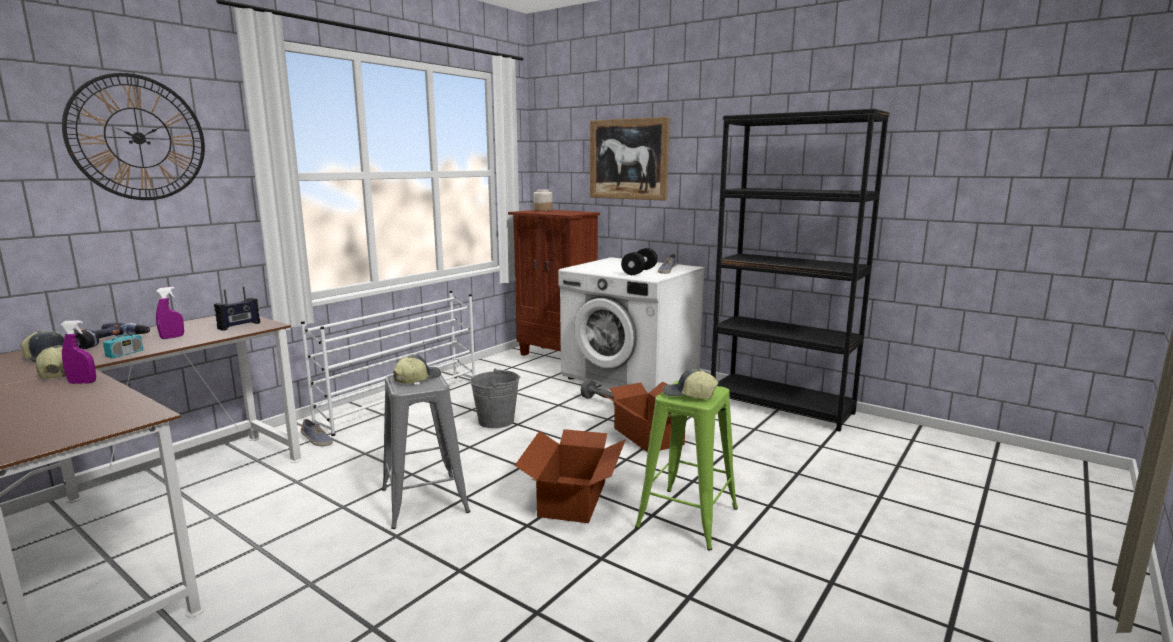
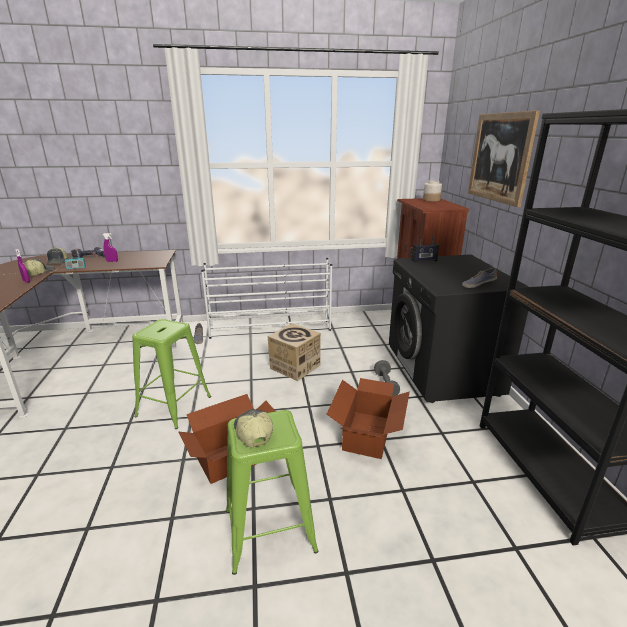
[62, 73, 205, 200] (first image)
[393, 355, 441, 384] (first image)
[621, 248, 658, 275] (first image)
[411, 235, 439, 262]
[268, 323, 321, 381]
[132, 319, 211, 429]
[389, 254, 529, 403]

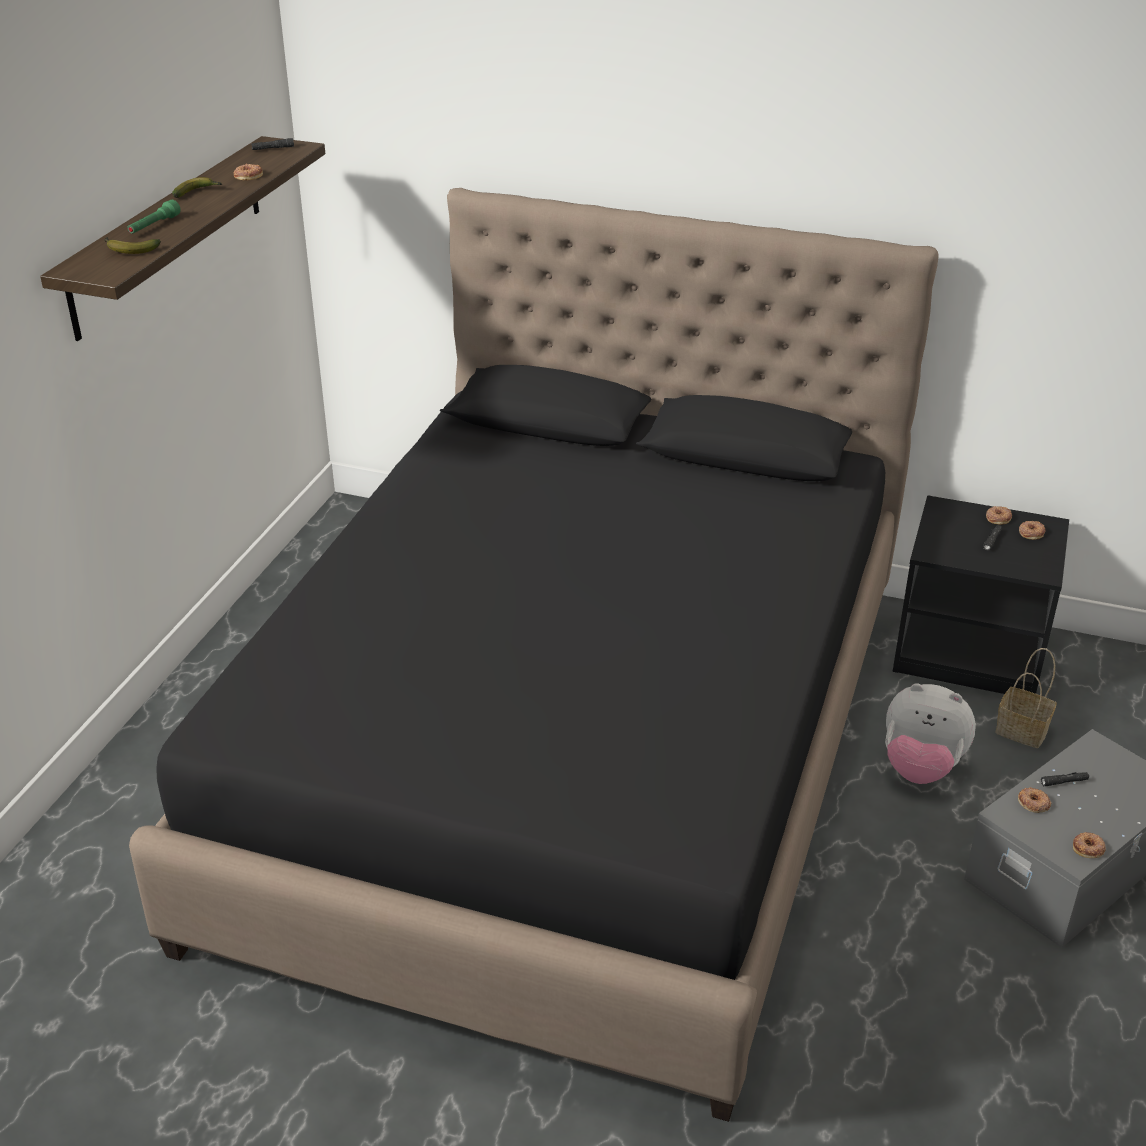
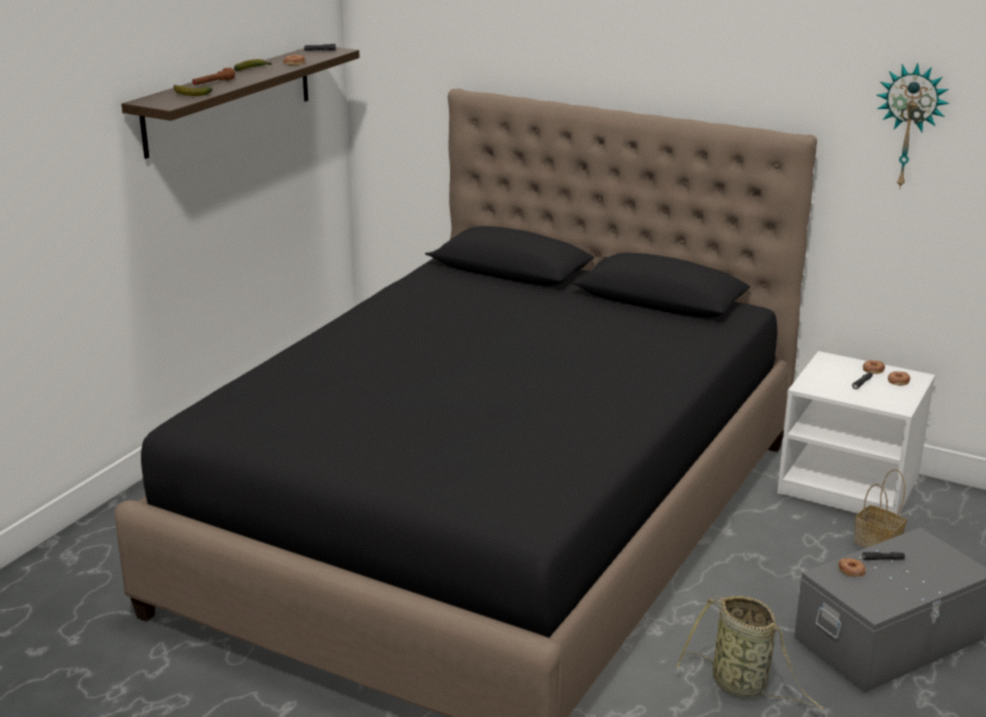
[885, 683, 976, 784] (first image)
[1073, 832, 1106, 858] (first image)
[677, 596, 824, 710]
[877, 63, 949, 190]
[192, 67, 235, 85]
[777, 351, 935, 515]

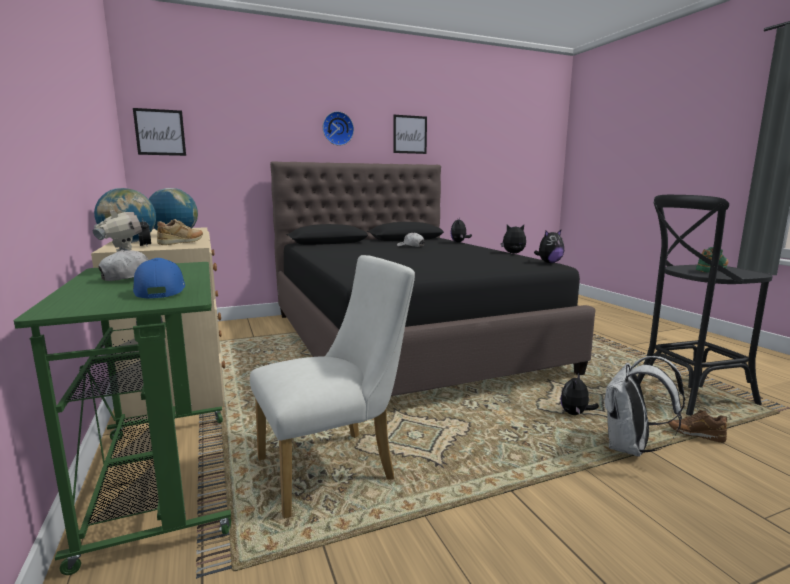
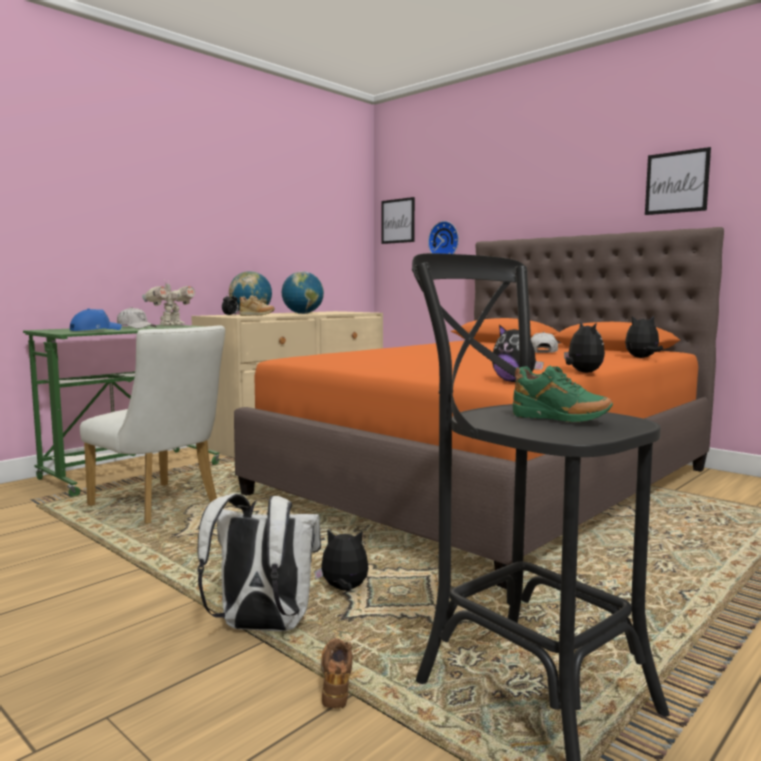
[428, 221, 459, 254]
[234, 227, 724, 589]

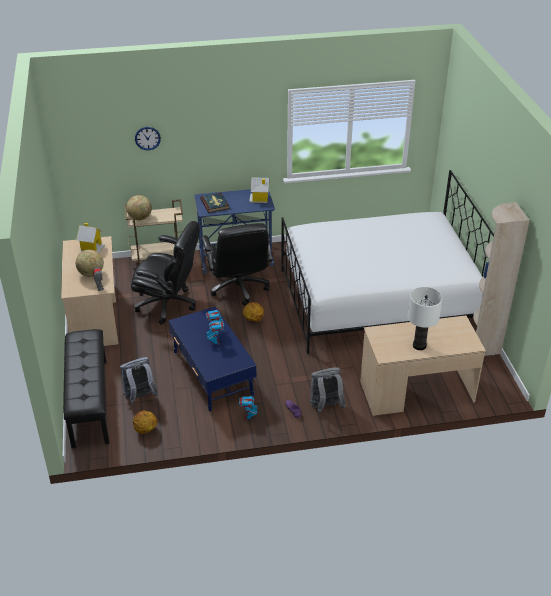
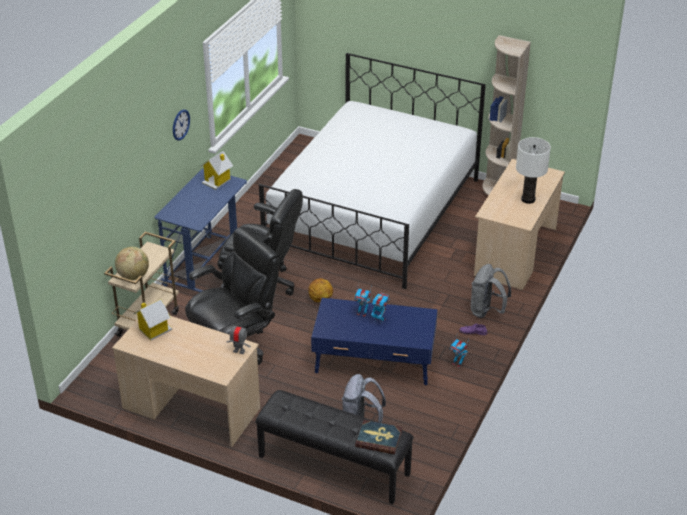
[76, 250, 104, 277] (first image)
[133, 410, 157, 434] (first image)
[173, 109, 190, 141]
[355, 420, 402, 454]

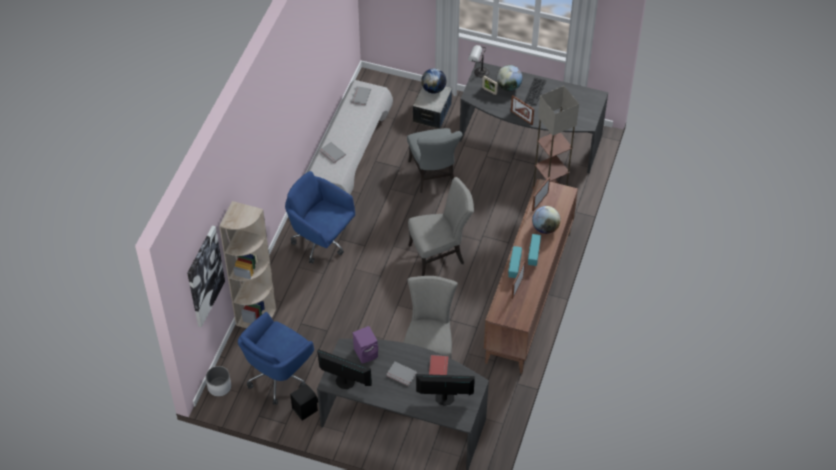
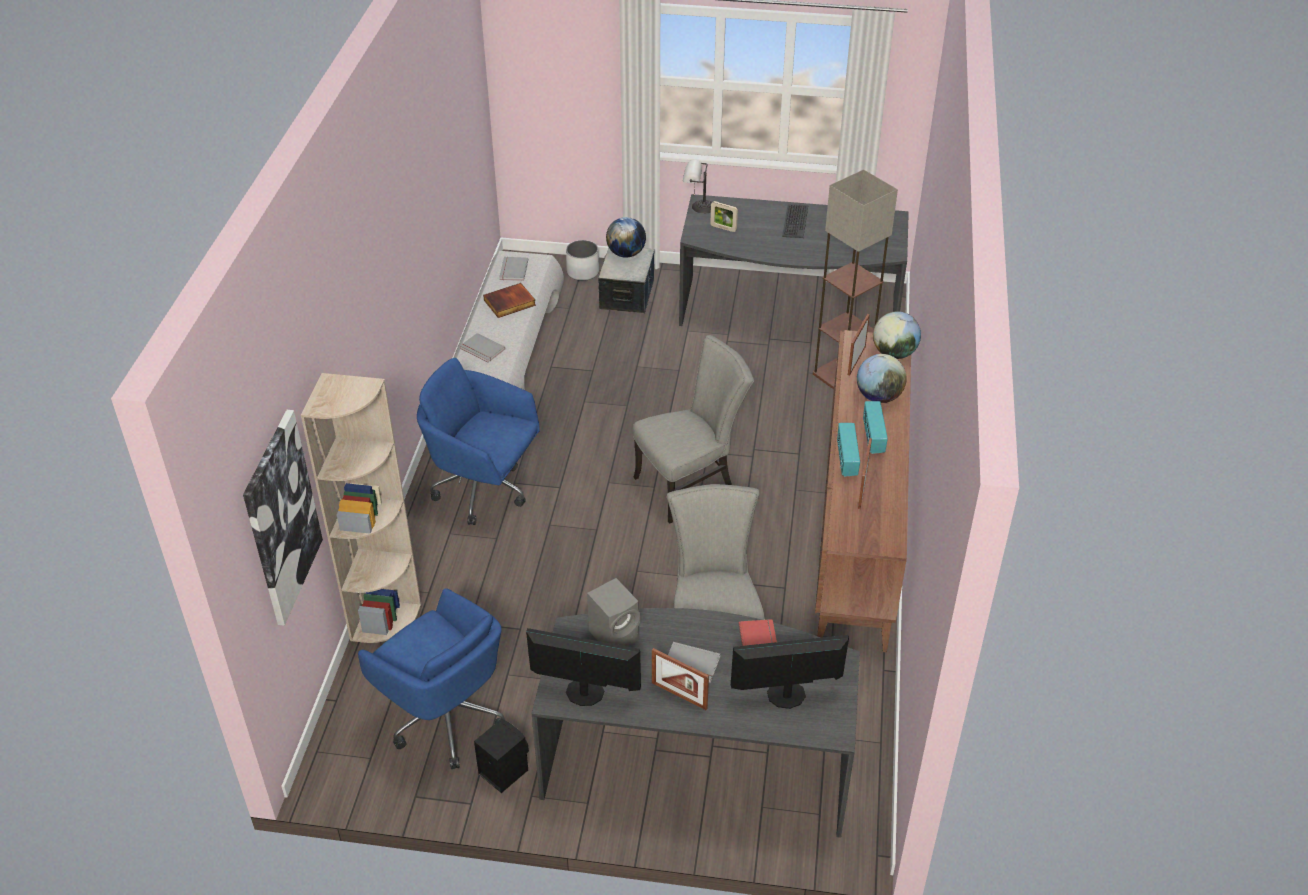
[407, 128, 463, 193] (first image)
[483, 283, 536, 318]
[566, 240, 599, 281]
[873, 311, 921, 359]
[652, 648, 709, 710]
[587, 578, 640, 647]
[358, 588, 505, 769]

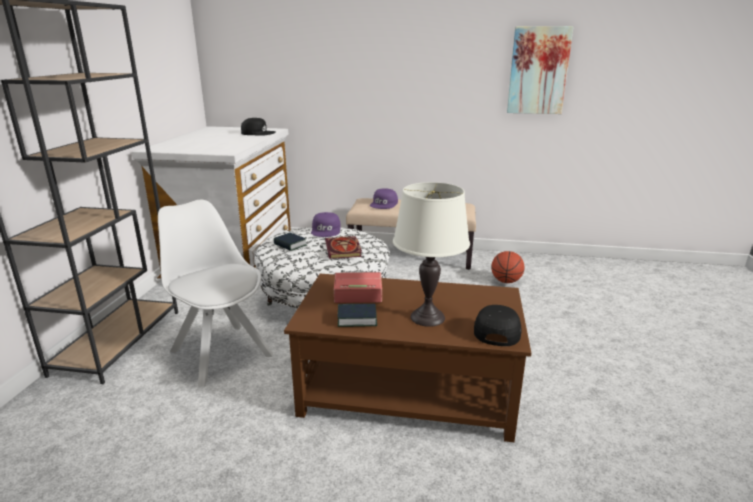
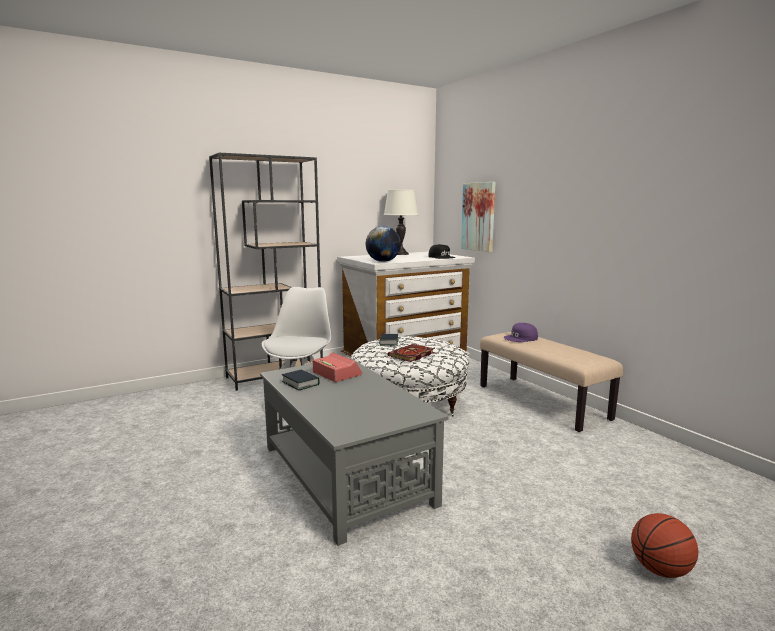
[311, 212, 341, 237] (first image)
[474, 305, 522, 346] (first image)
[366, 226, 401, 262]
[384, 190, 418, 255]
[631, 513, 698, 578]
[461, 182, 496, 252]
[260, 357, 449, 546]

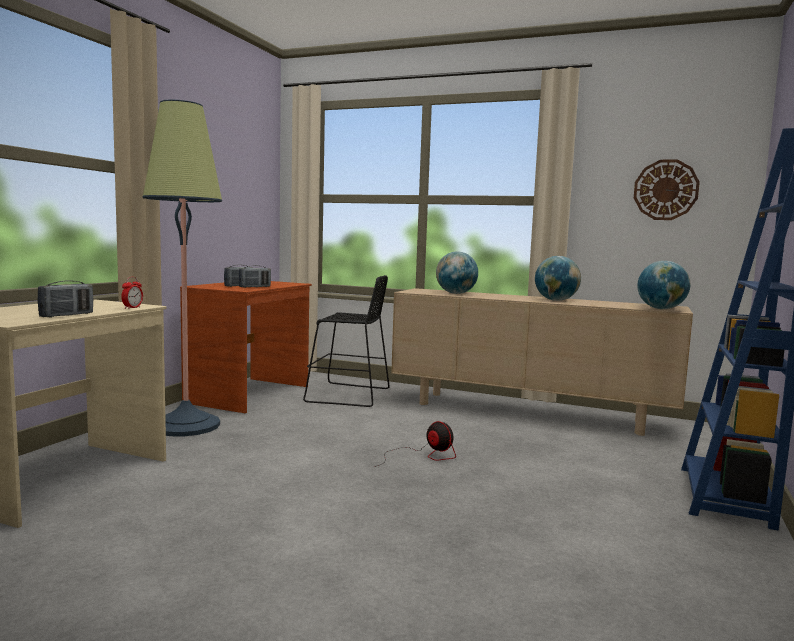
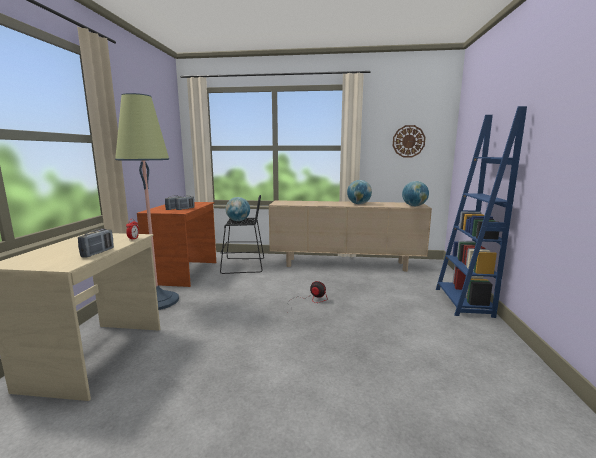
[226, 197, 250, 221]

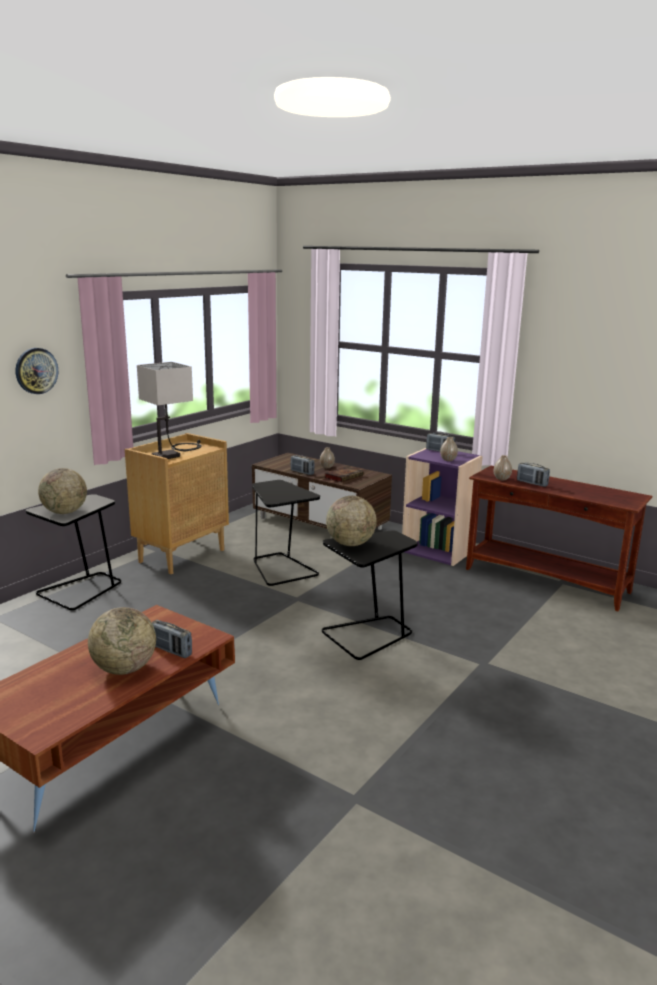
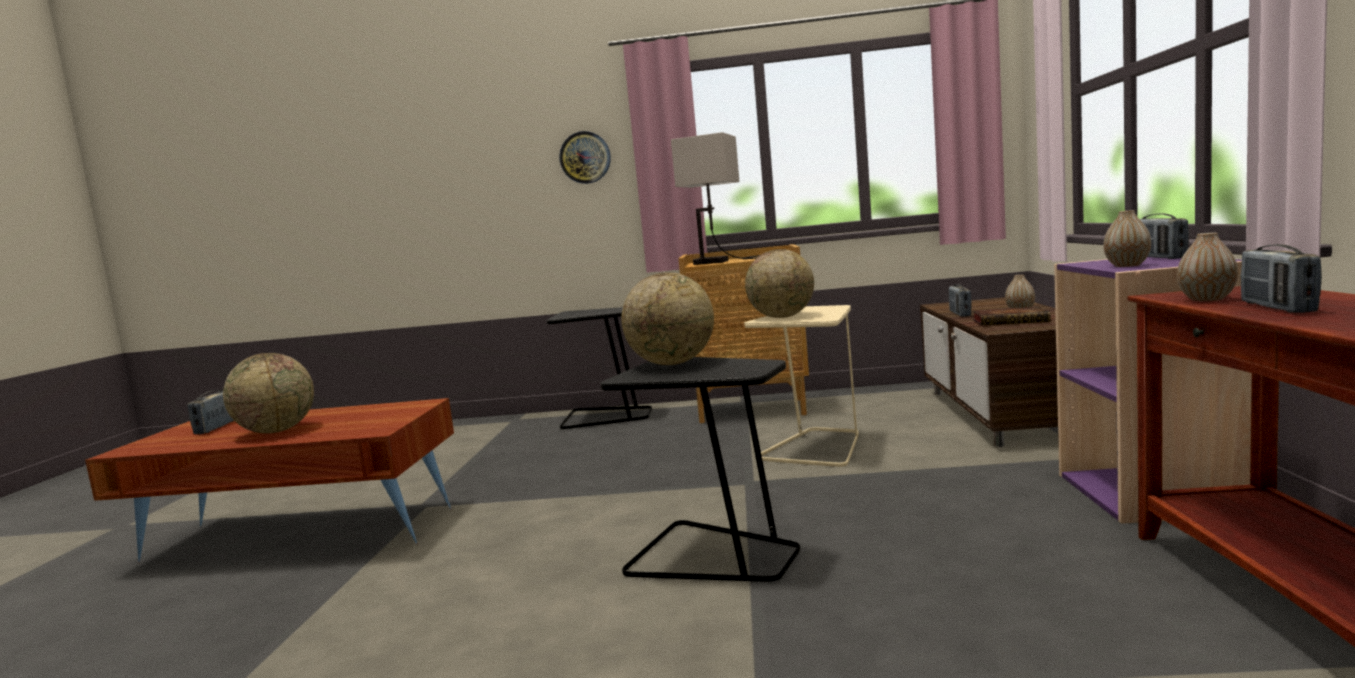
[745, 249, 814, 318]
[187, 390, 234, 434]
[744, 305, 859, 467]

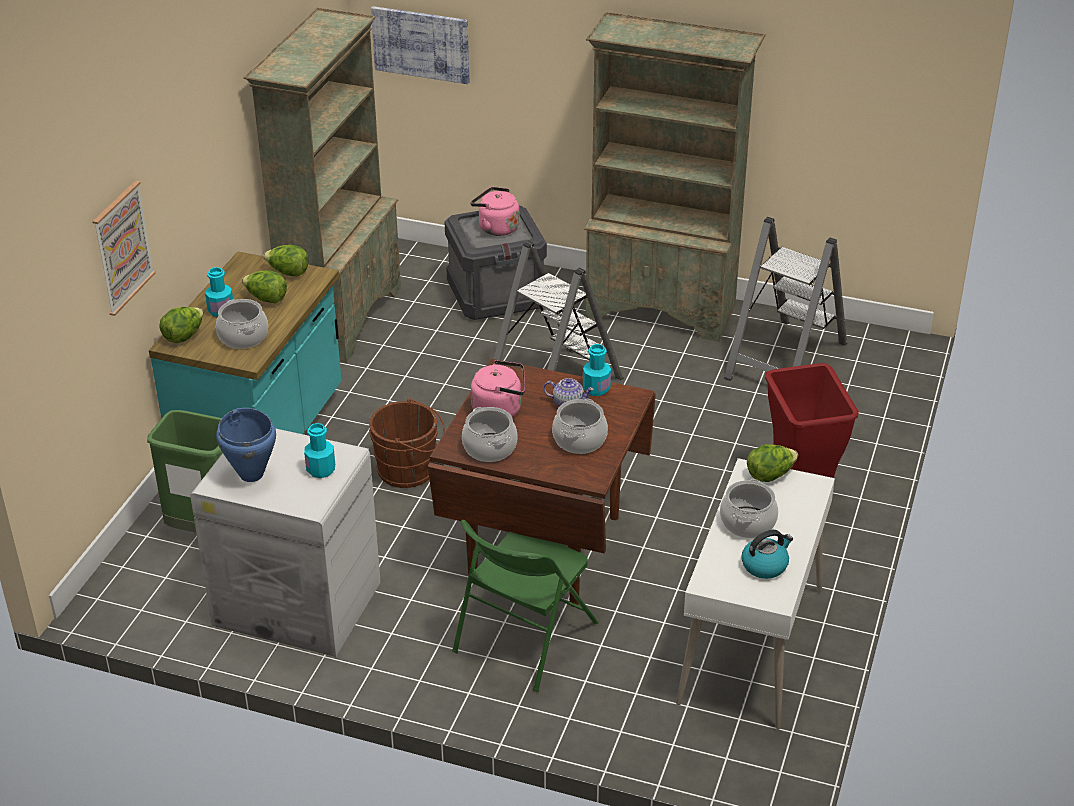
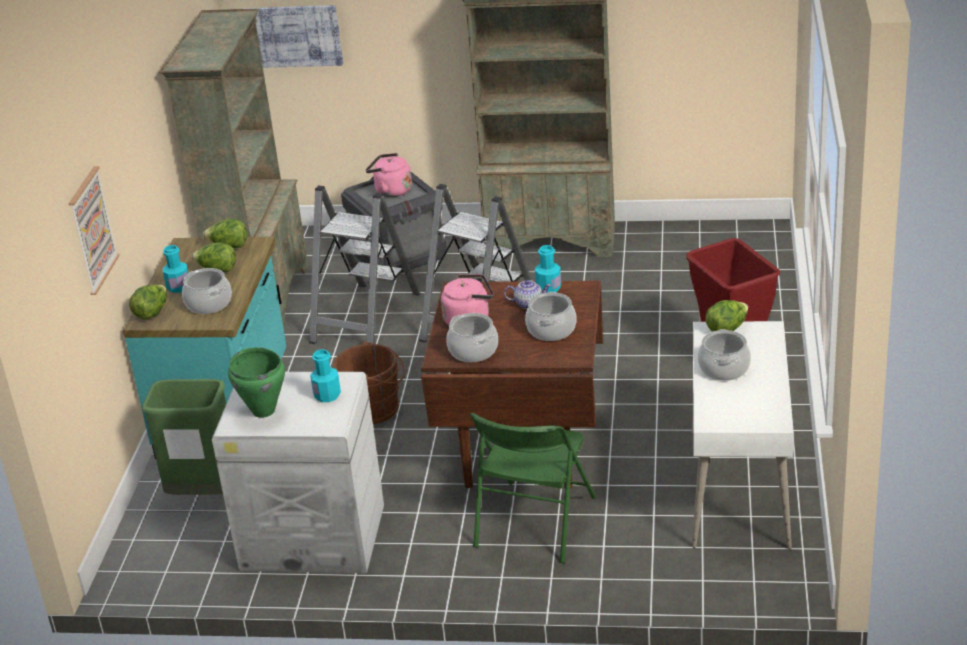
[741, 530, 793, 579] (first image)
[309, 185, 421, 344]
[228, 347, 285, 418]

